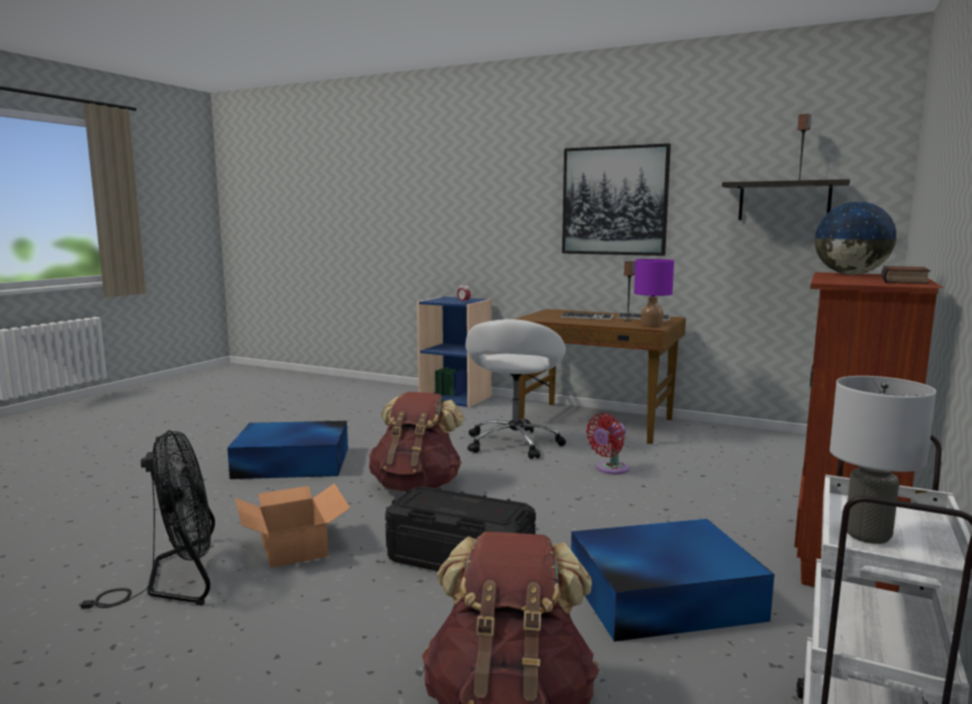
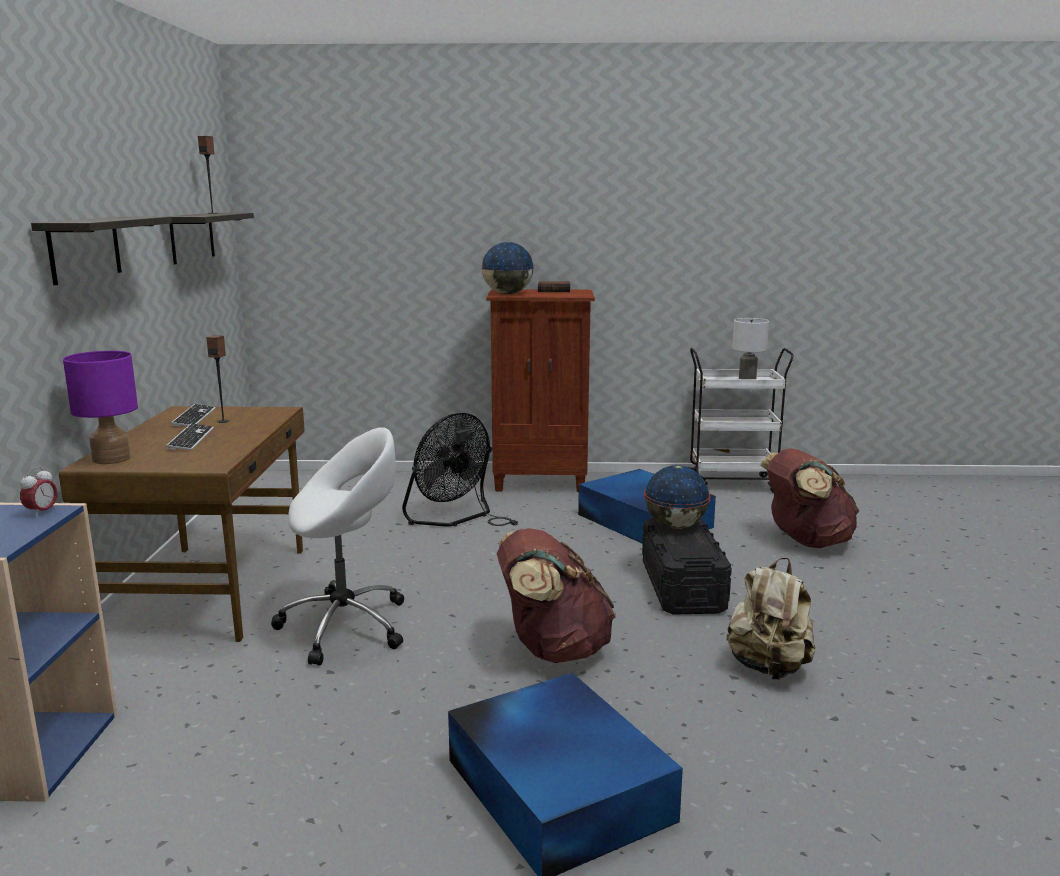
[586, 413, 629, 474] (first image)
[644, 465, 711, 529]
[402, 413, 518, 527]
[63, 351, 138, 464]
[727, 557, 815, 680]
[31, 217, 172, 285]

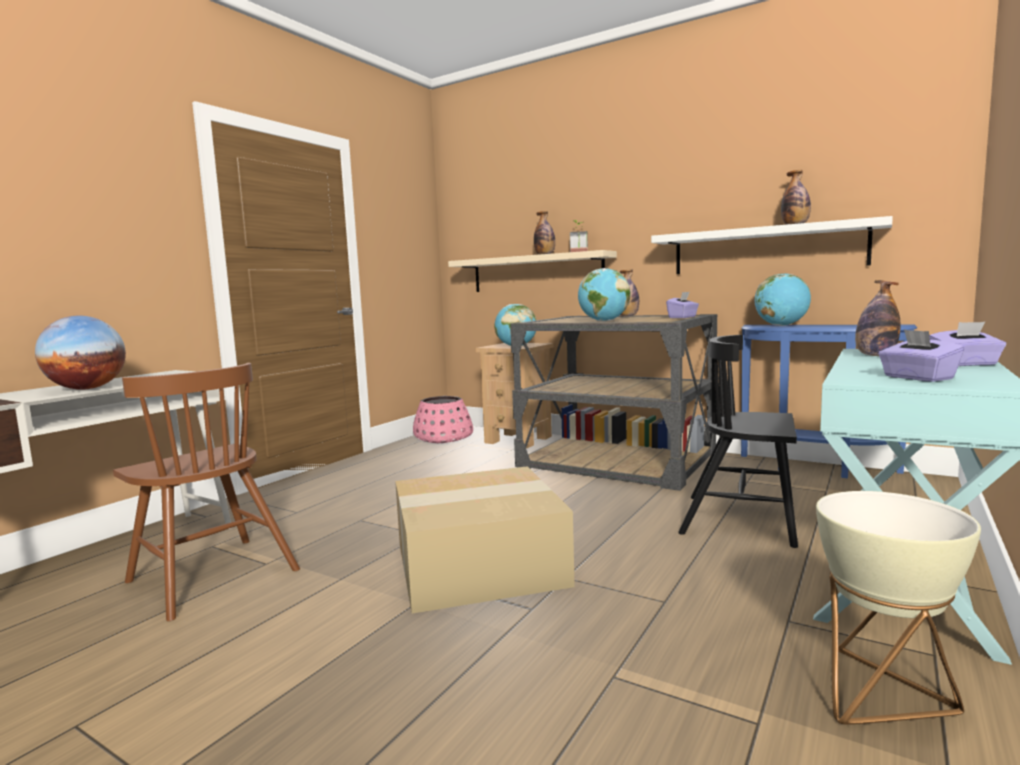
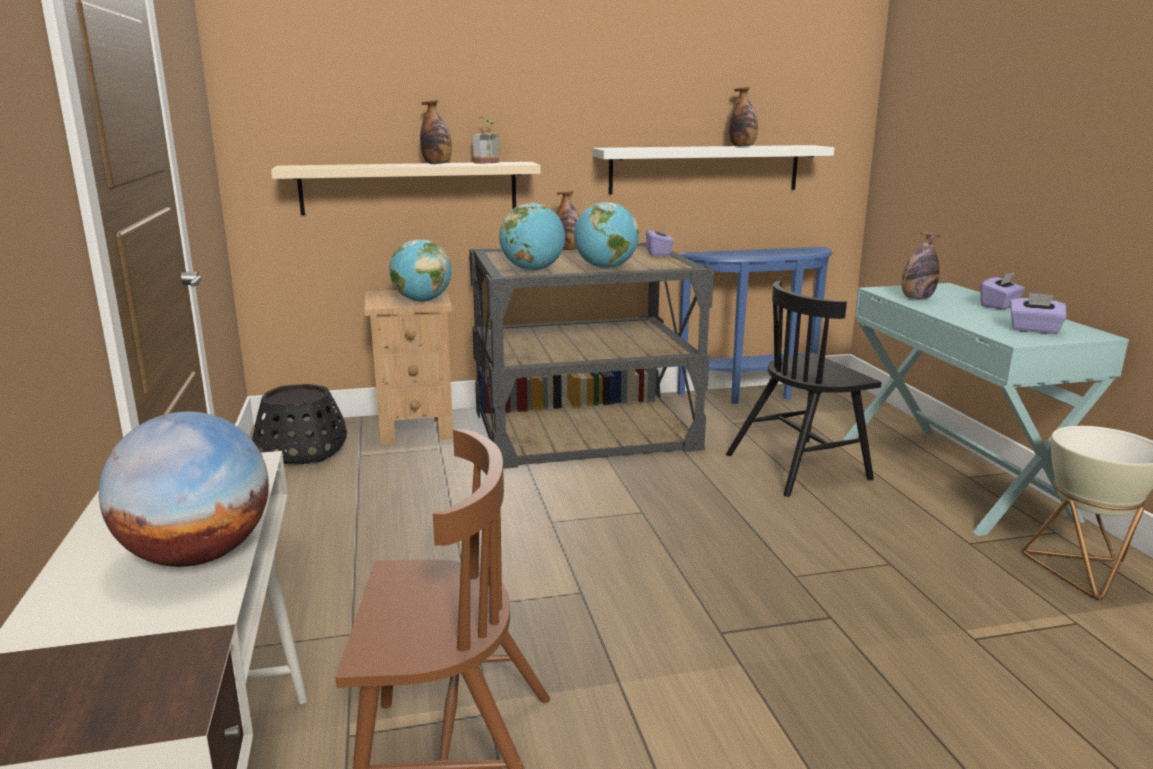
[395, 466, 575, 614] (first image)
[499, 203, 565, 271]
[252, 384, 347, 464]

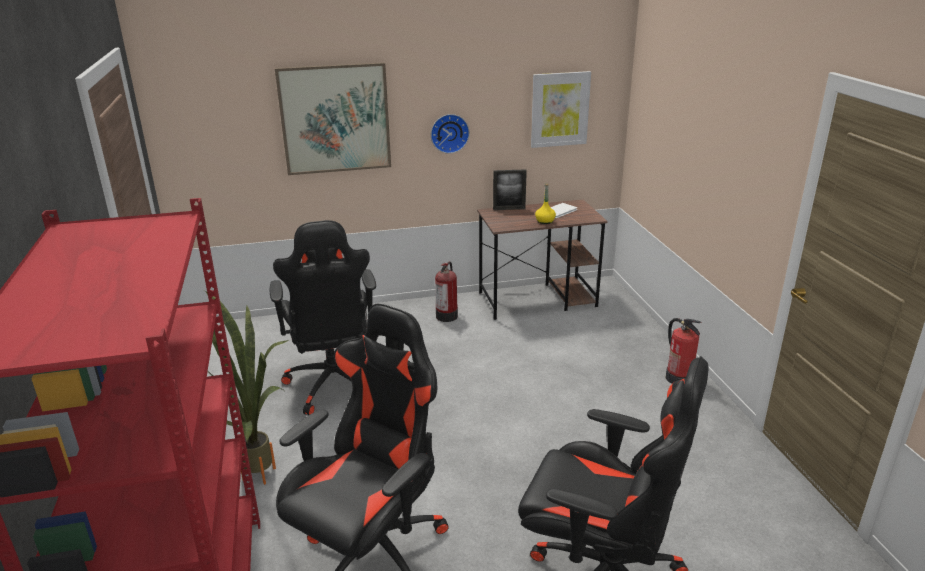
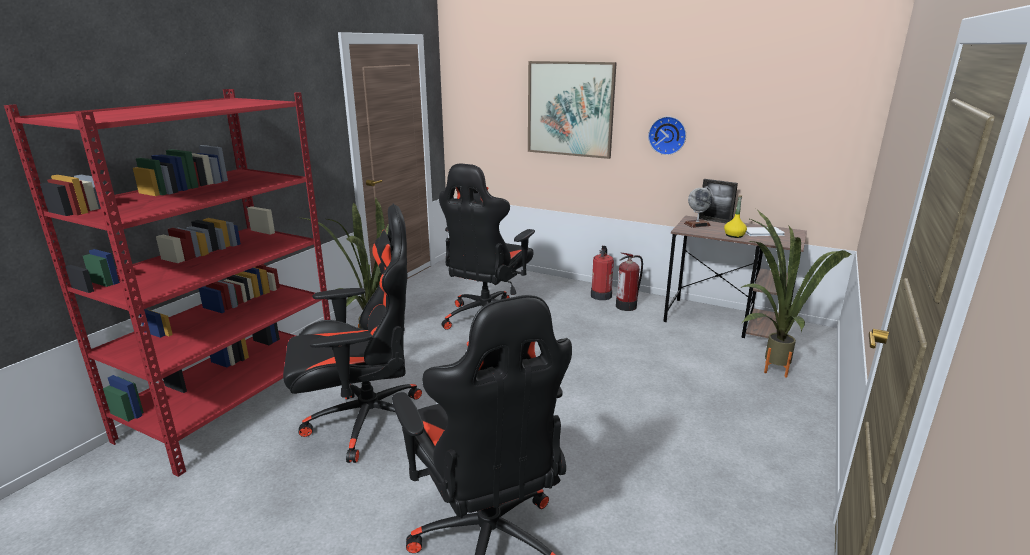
[531, 71, 591, 148] (first image)
[684, 186, 713, 228]
[741, 209, 852, 377]
[591, 246, 614, 300]

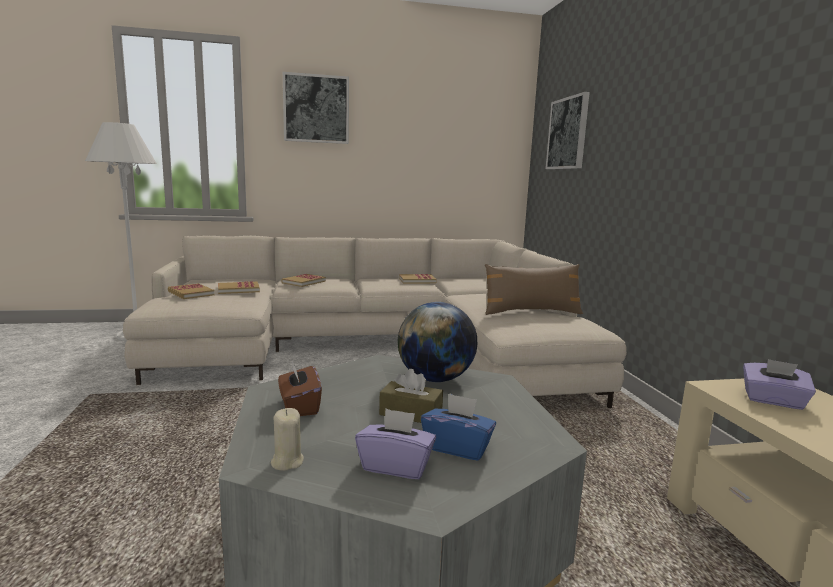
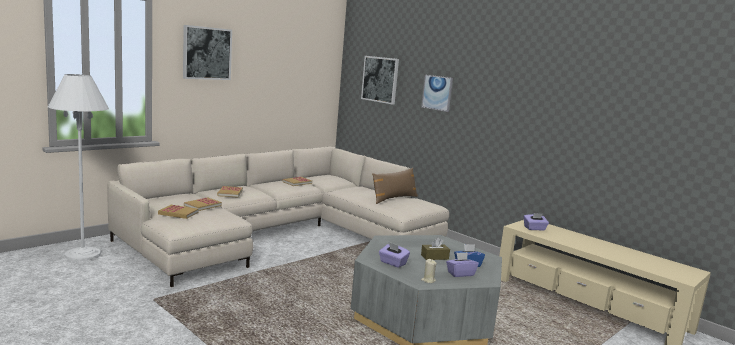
[398, 302, 477, 382] (first image)
[421, 75, 453, 112]
[379, 242, 410, 268]

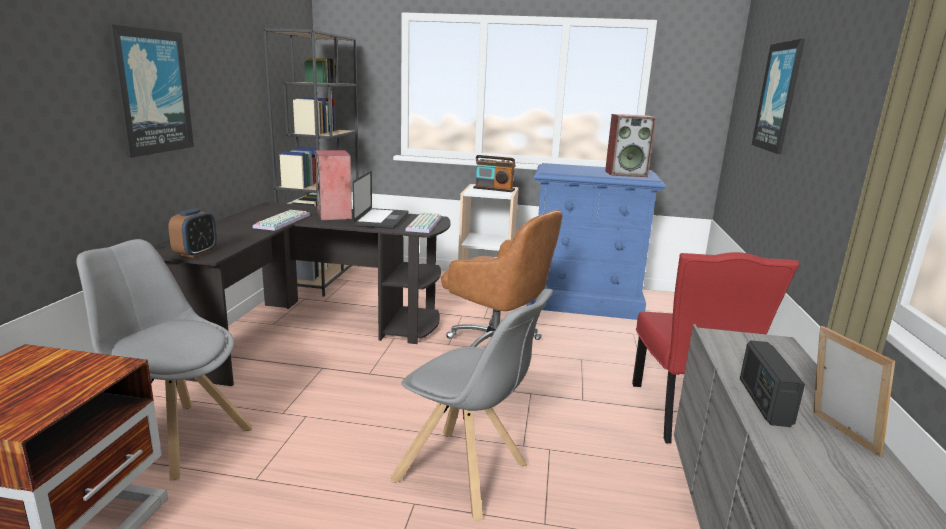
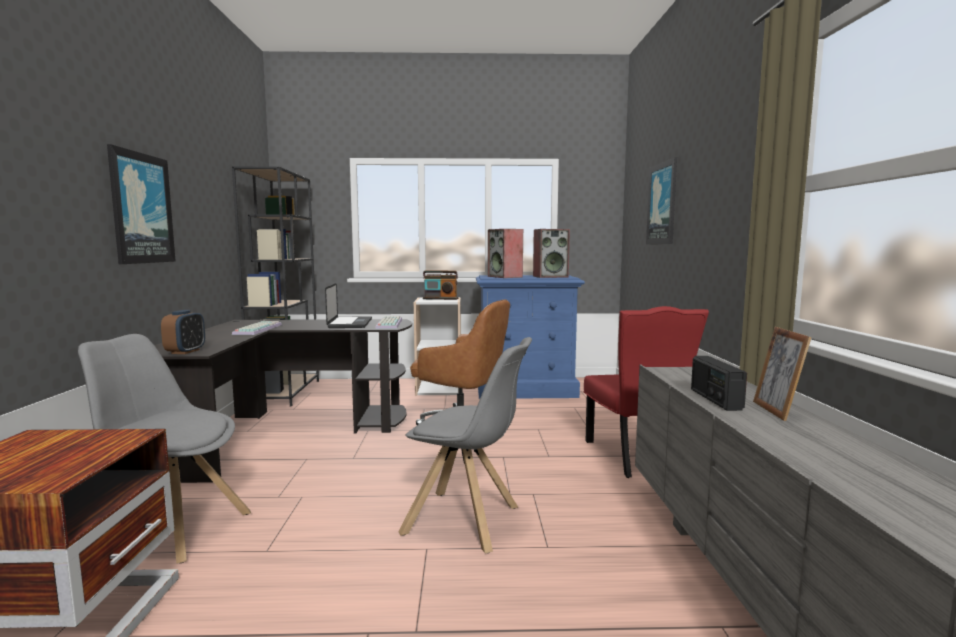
[488, 229, 523, 278]
[753, 327, 812, 421]

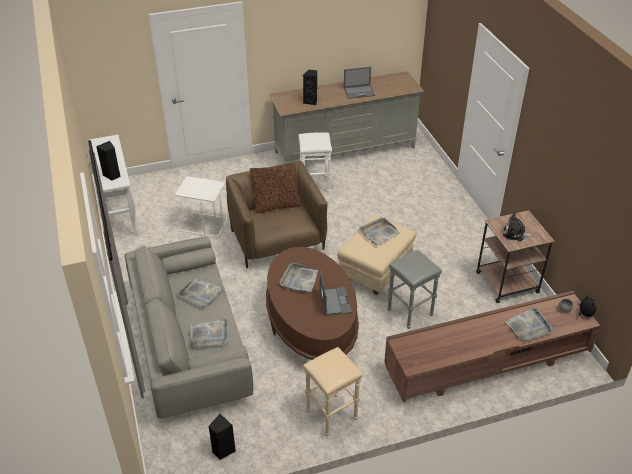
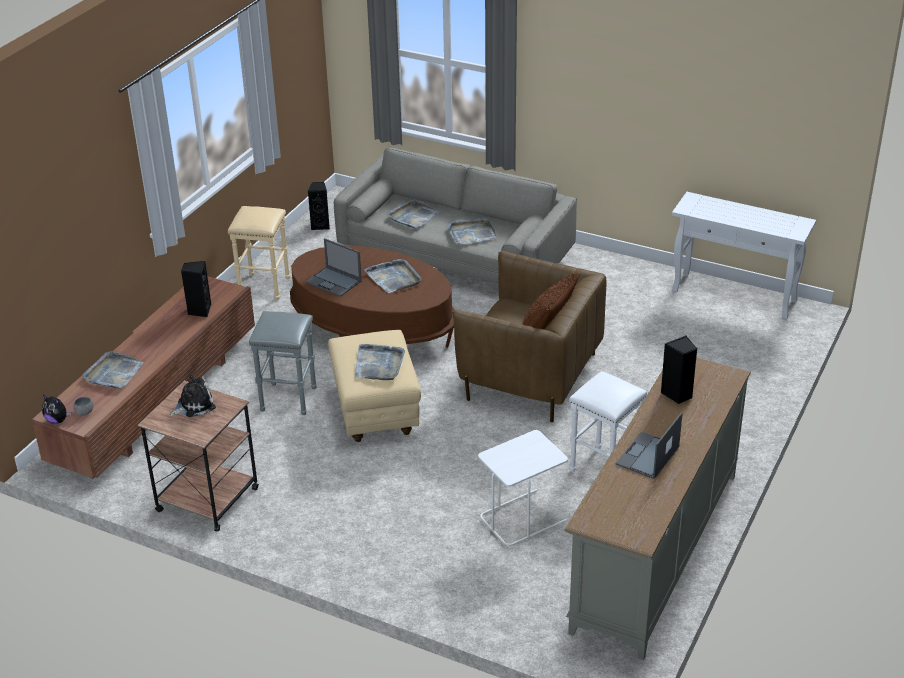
[181, 261, 211, 317]
[478, 430, 568, 547]

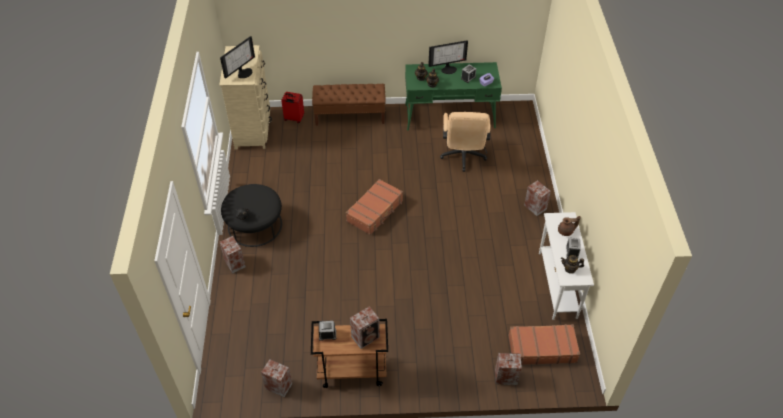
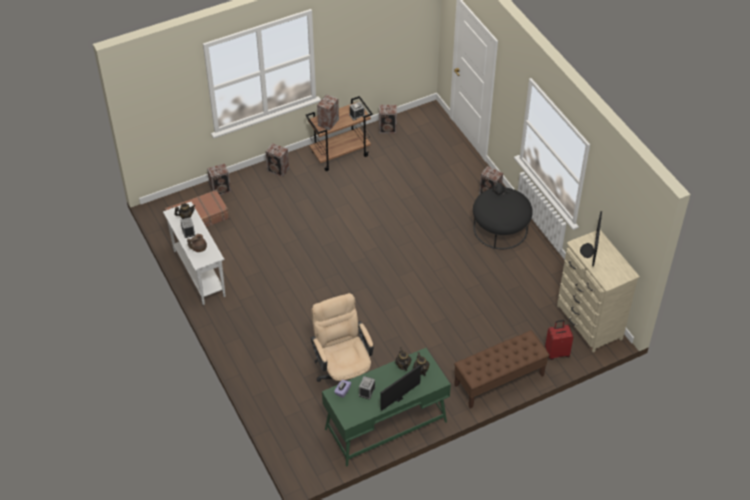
[346, 179, 403, 235] (first image)
[266, 143, 289, 177]

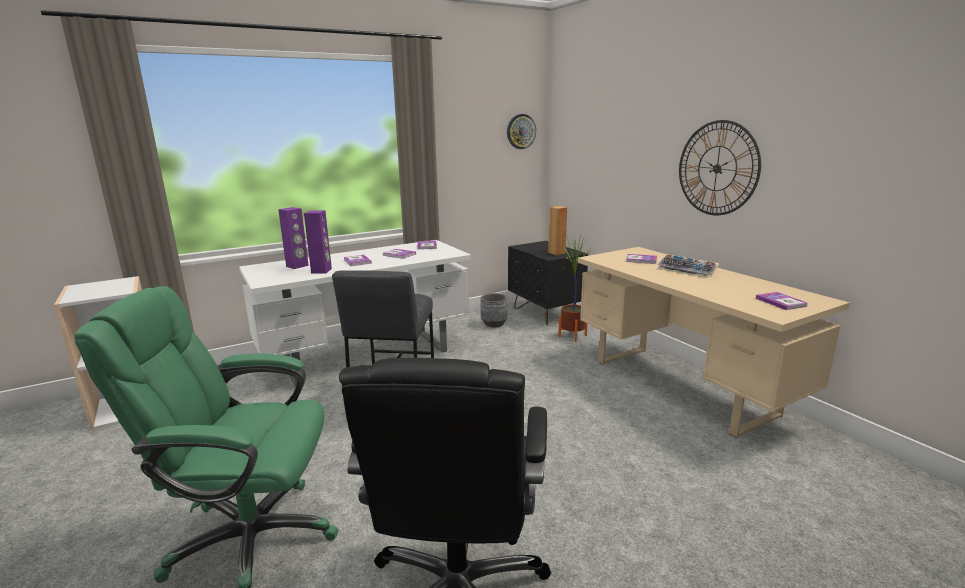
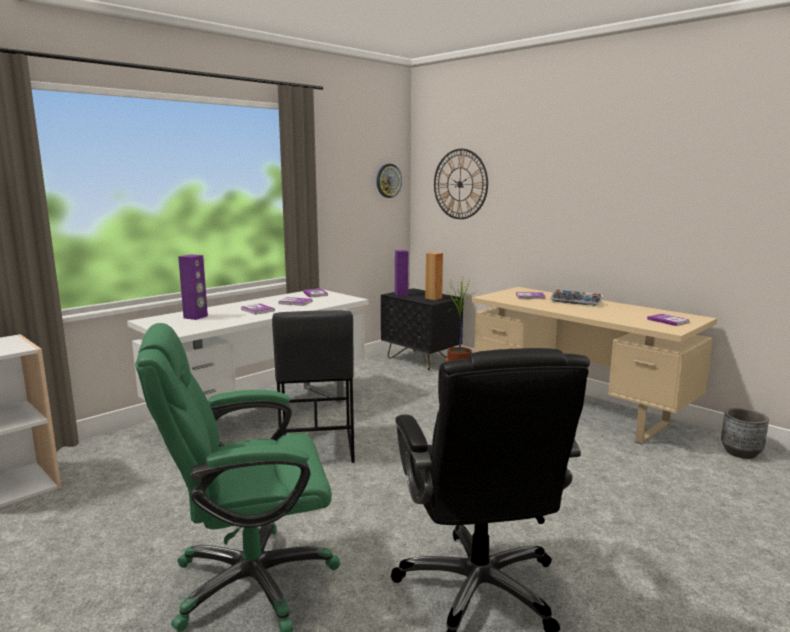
[395, 250, 408, 296]
[721, 408, 769, 459]
[434, 149, 488, 219]

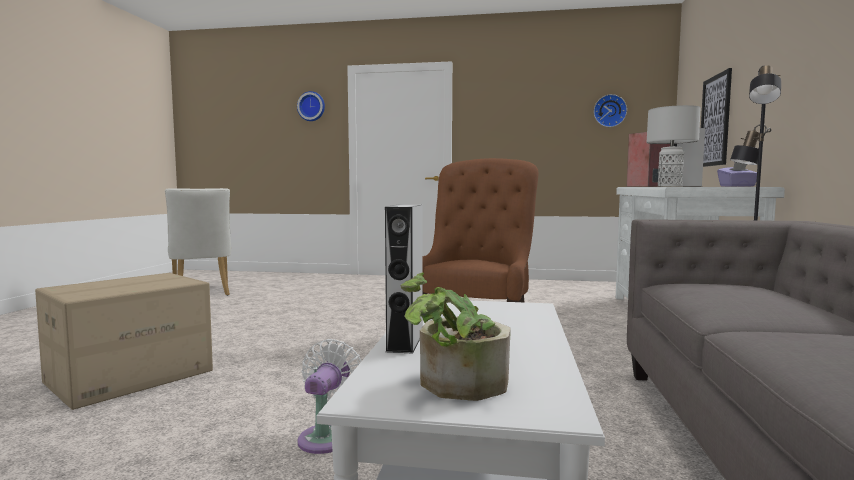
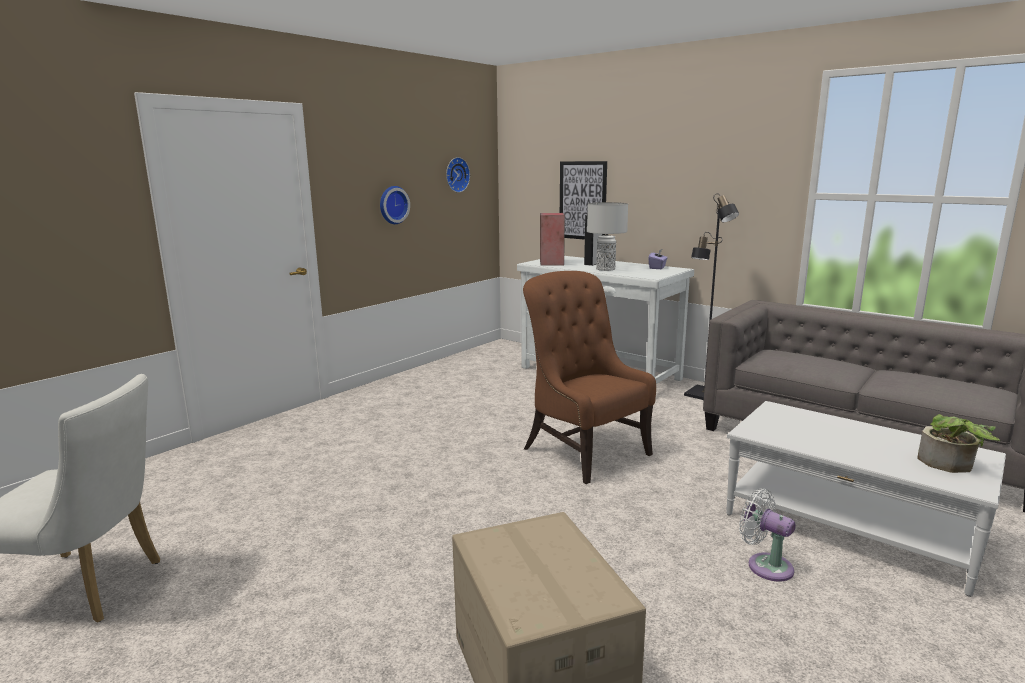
[385, 204, 423, 354] (first image)
[380, 186, 410, 224]

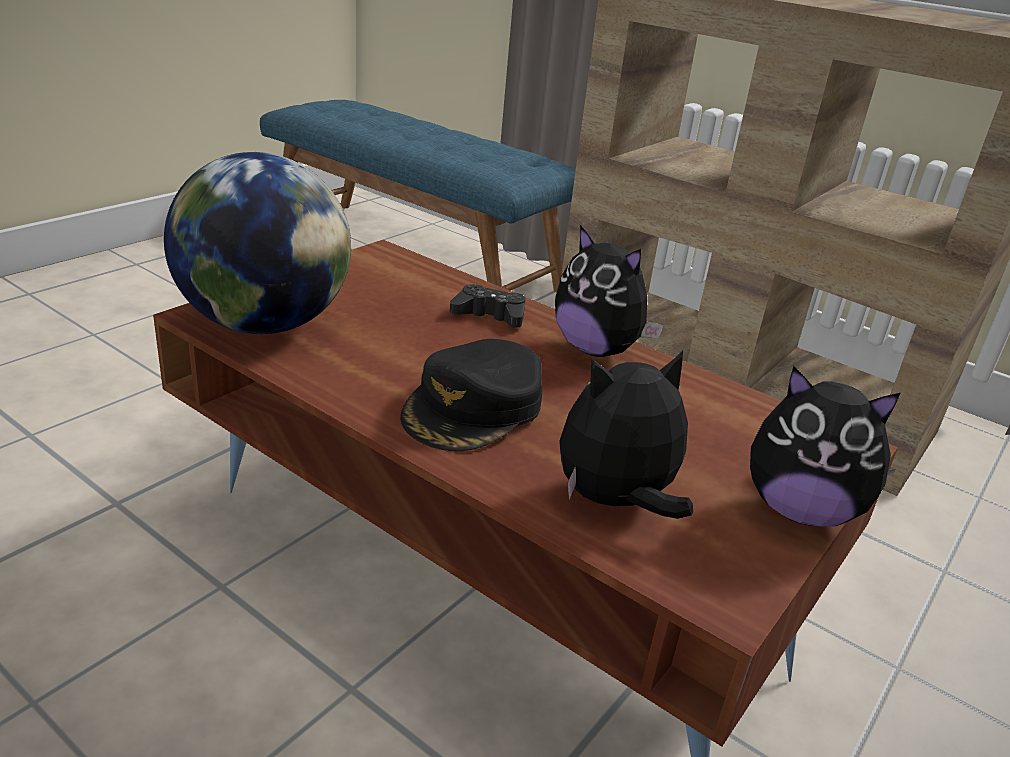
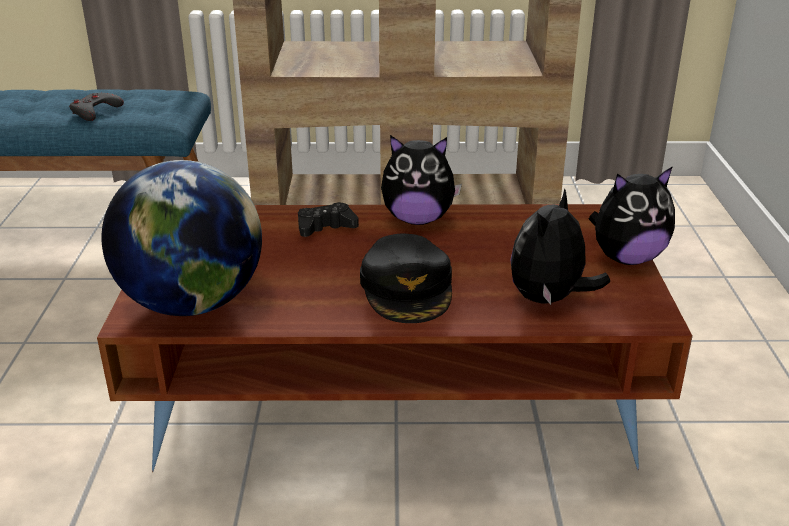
[69, 93, 124, 121]

